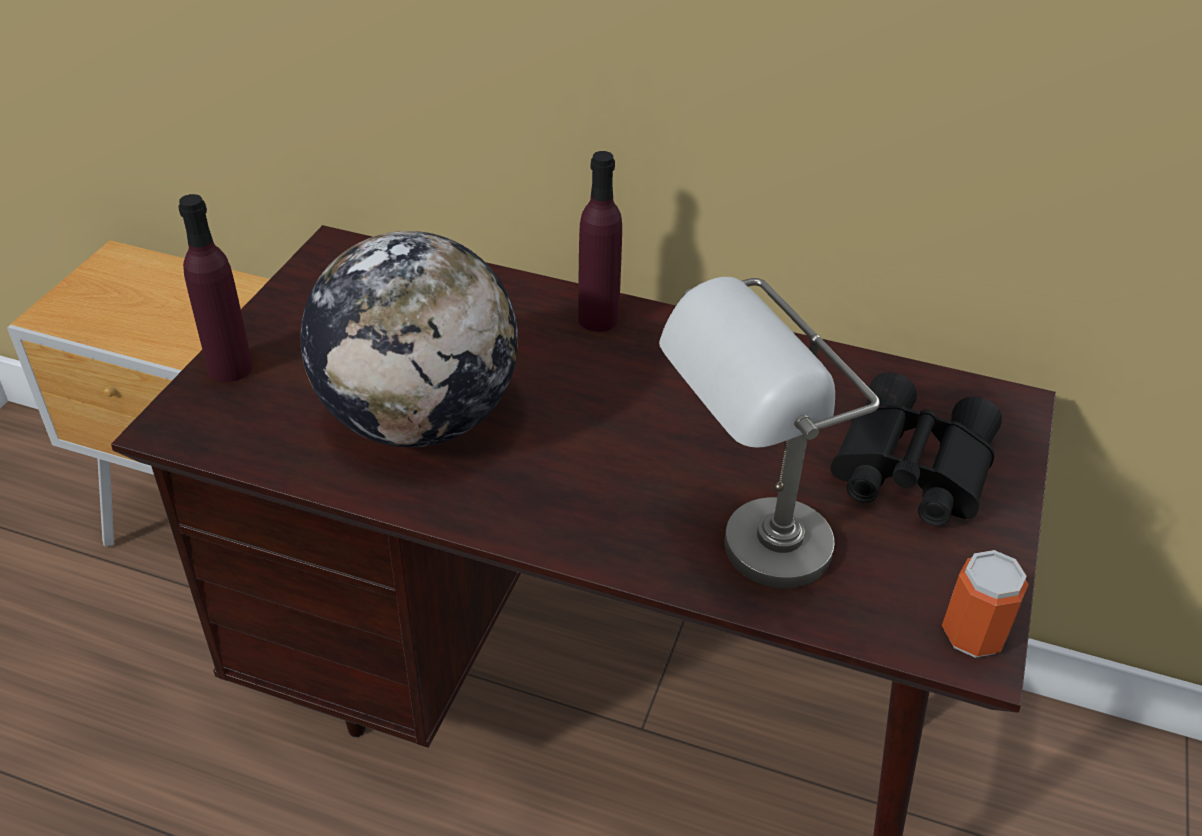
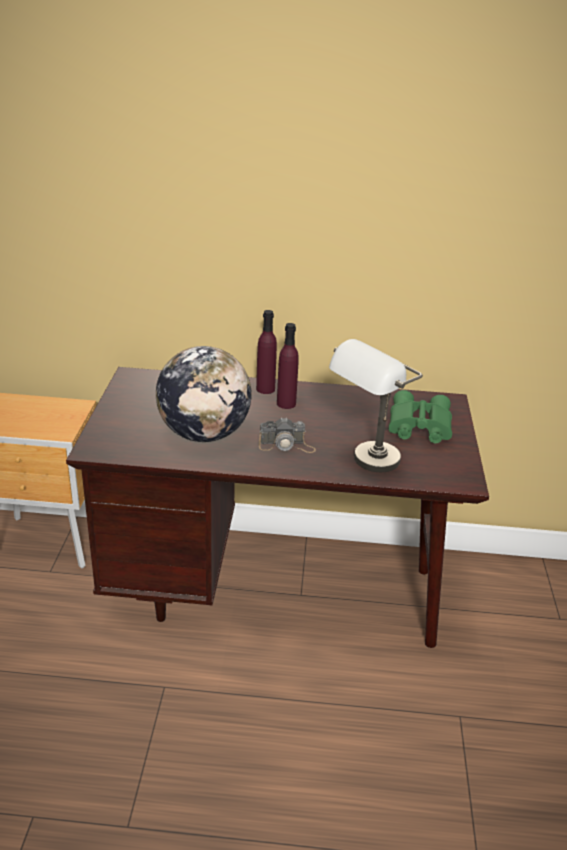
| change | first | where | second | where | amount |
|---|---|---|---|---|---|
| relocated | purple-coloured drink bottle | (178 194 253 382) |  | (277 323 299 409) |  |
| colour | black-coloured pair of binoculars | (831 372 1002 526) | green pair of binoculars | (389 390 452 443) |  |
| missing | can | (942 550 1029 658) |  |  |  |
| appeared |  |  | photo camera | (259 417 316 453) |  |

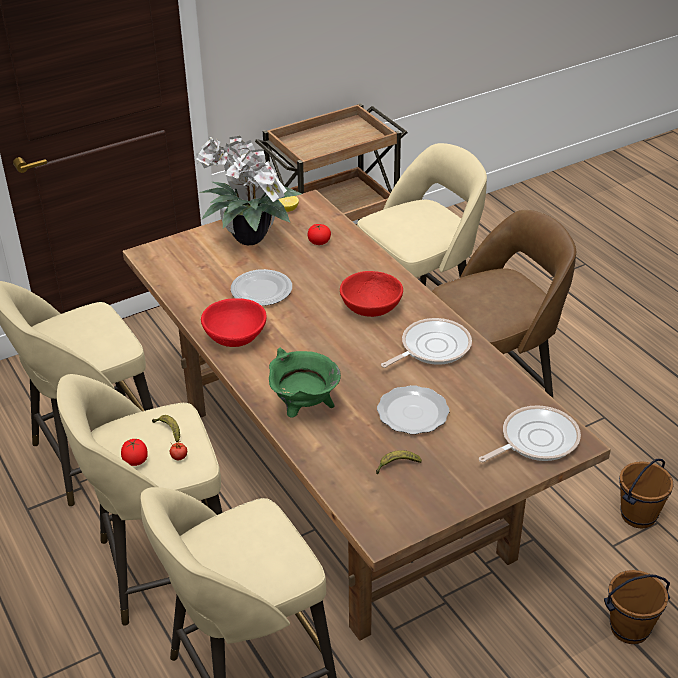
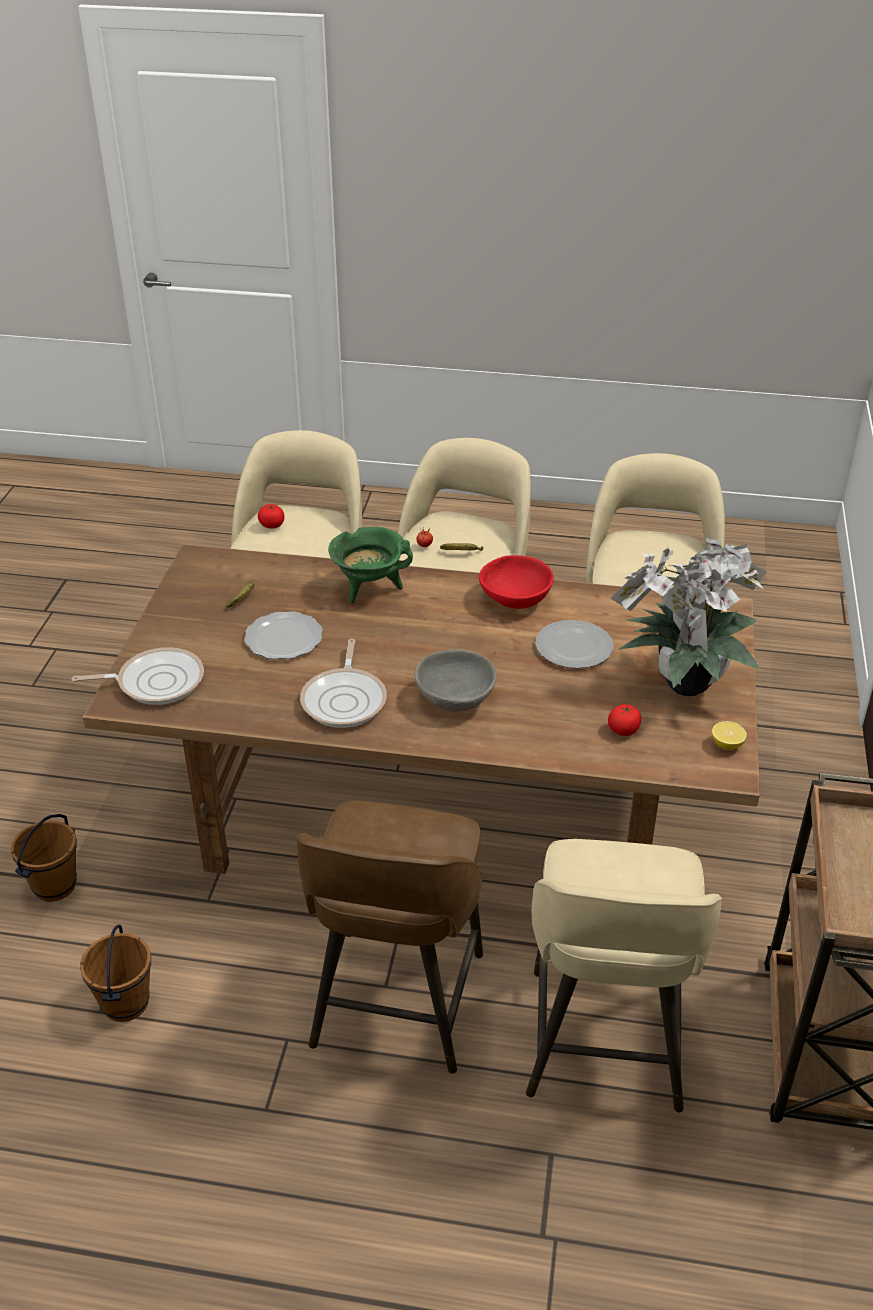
| change | first | where | second | where | amount |
|---|---|---|---|---|---|
| relocated | tomato | (121 439 148 466) |  | (258 504 284 529) |  |
| colour | red deep dish | (340 271 403 317) | grey deep dish | (415 649 497 712) |  |
| spun | frying pan | (479 405 581 462) |  | (72 647 204 705) | 105 degrees counterclockwise |

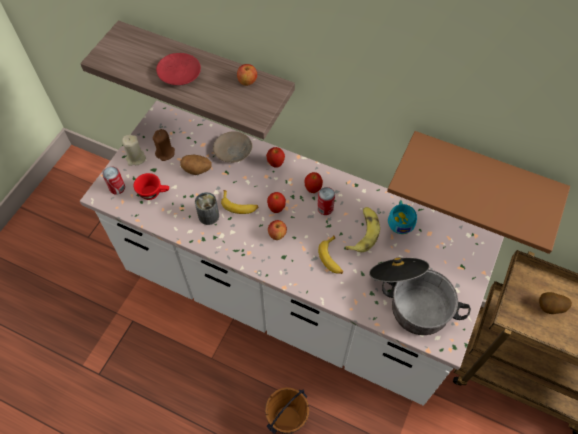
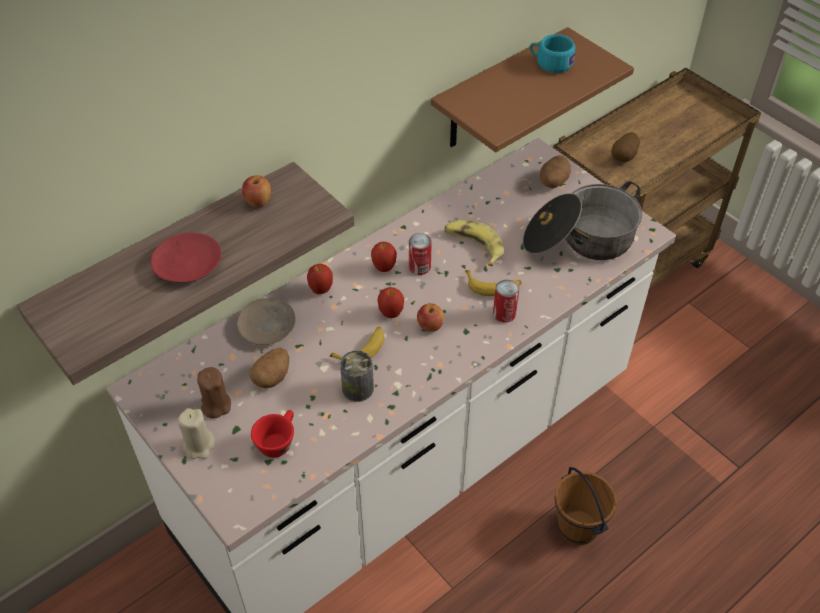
| change | first | where | second | where | amount |
|---|---|---|---|---|---|
| relocated | can | (103 166 125 195) |  | (493 280 519 323) |  |
| relocated | turquoise-coloured cup | (388 200 417 234) |  | (530 34 575 73) |  |
| appeared |  |  | whole potato | (540 155 571 188) |  |

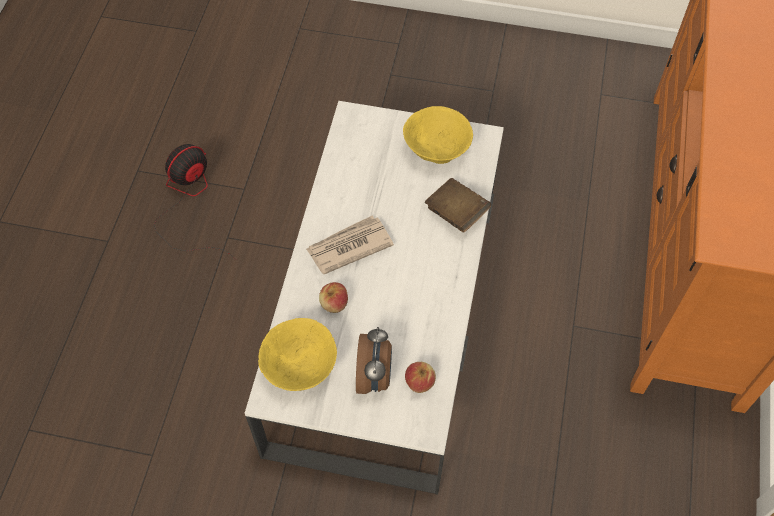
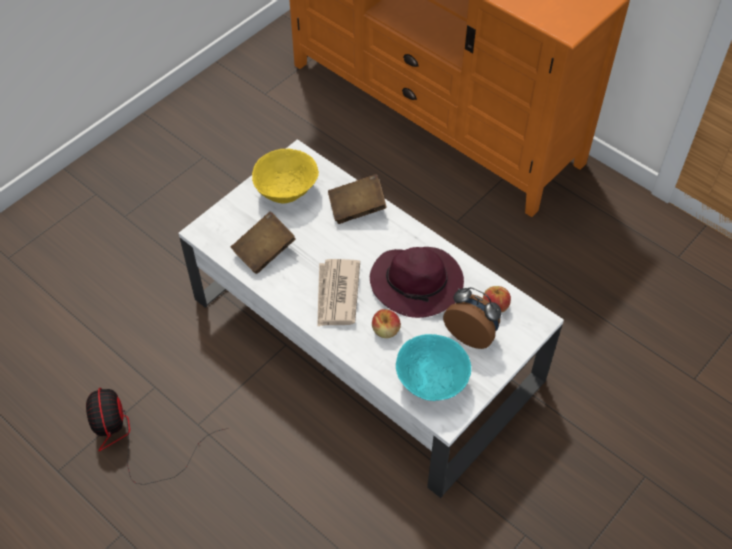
| change | first | where | second | where | amount |
|---|---|---|---|---|---|
| colour | yellow-coloured deep dish | (258 318 337 391) | turquoise-coloured deep dish | (396 334 471 401) |  |
| appeared |  |  | brownish book | (231 212 296 274) |  |
| appeared |  |  | purple-coloured clothing hat | (370 247 464 318) |  |

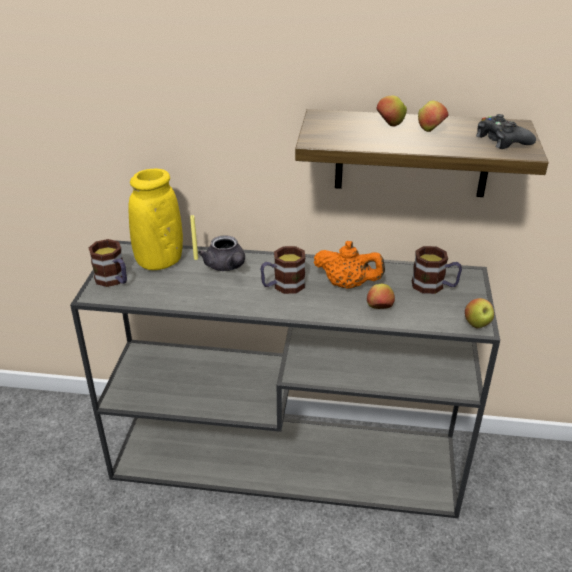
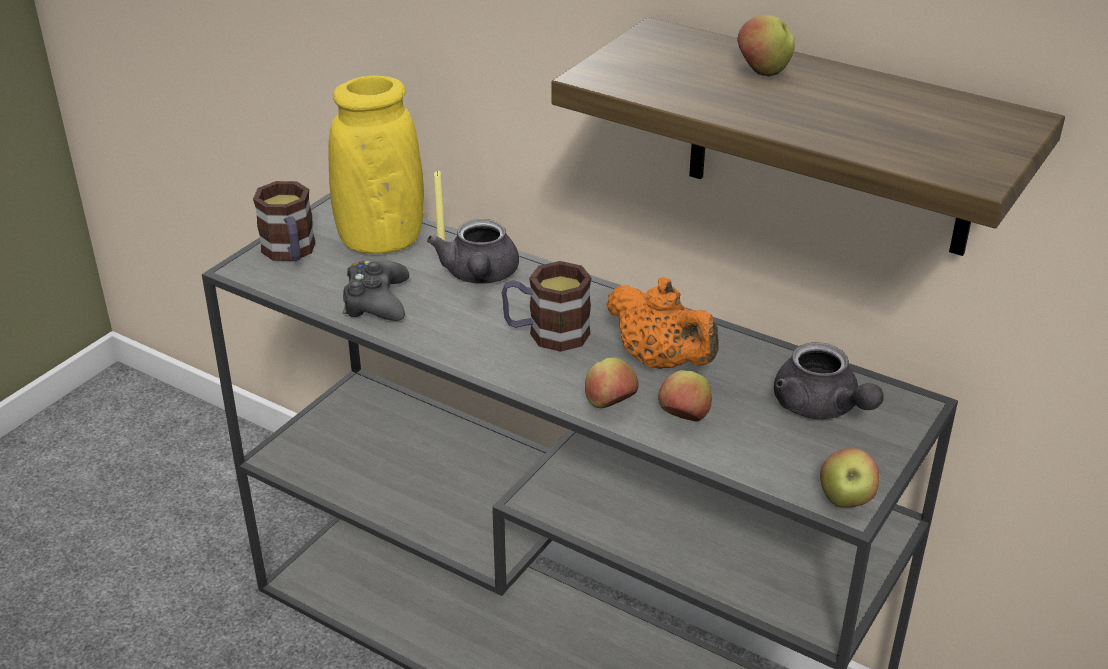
| change | first | where | second | where | amount |
|---|---|---|---|---|---|
| exchanged | mug | (412 246 462 294) | grey tea pot | (774 342 884 419) |  |
| relocated | whole apple | (418 101 449 132) |  | (585 357 639 408) |  |
| relocated | black-coloured joypad | (476 114 536 149) |  | (343 261 409 321) |  |

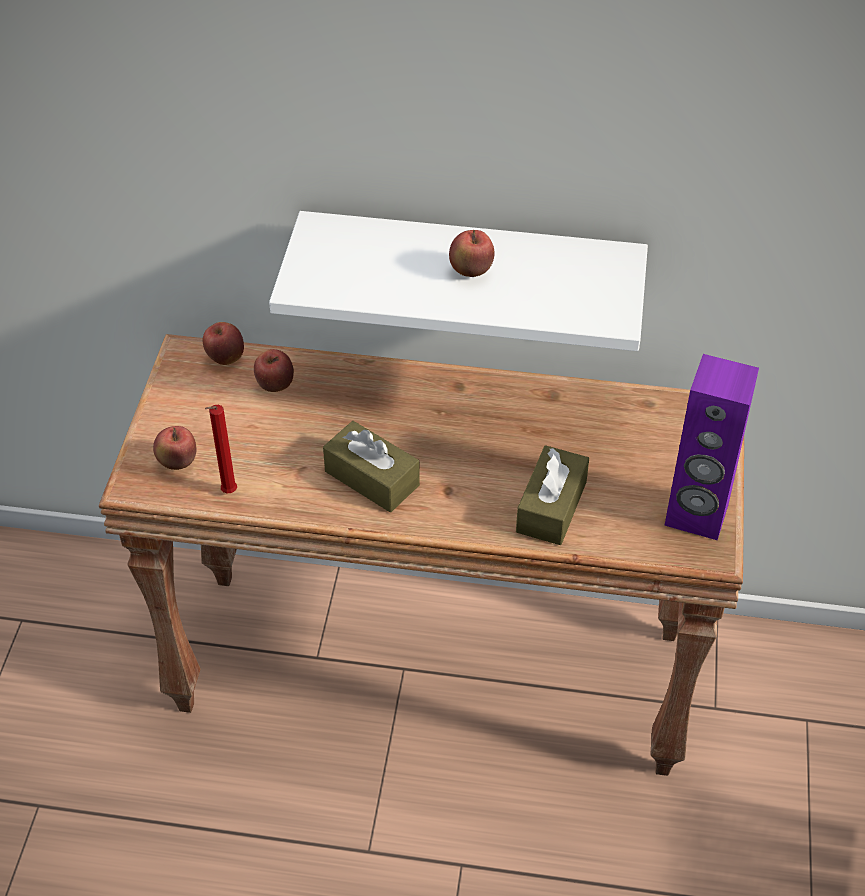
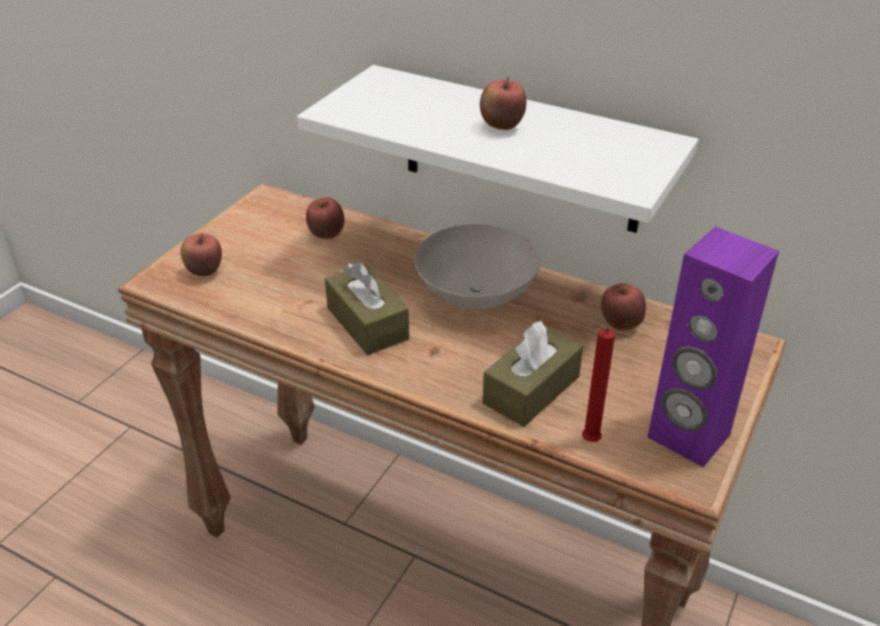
| change | first | where | second | where | amount |
|---|---|---|---|---|---|
| relocated | whole apple | (203 322 244 365) |  | (601 283 646 331) |  |
| relocated | red wax candle | (205 405 237 493) |  | (582 325 615 442) |  |
| appeared |  |  | white-coloured deep dish | (414 224 540 309) |  |

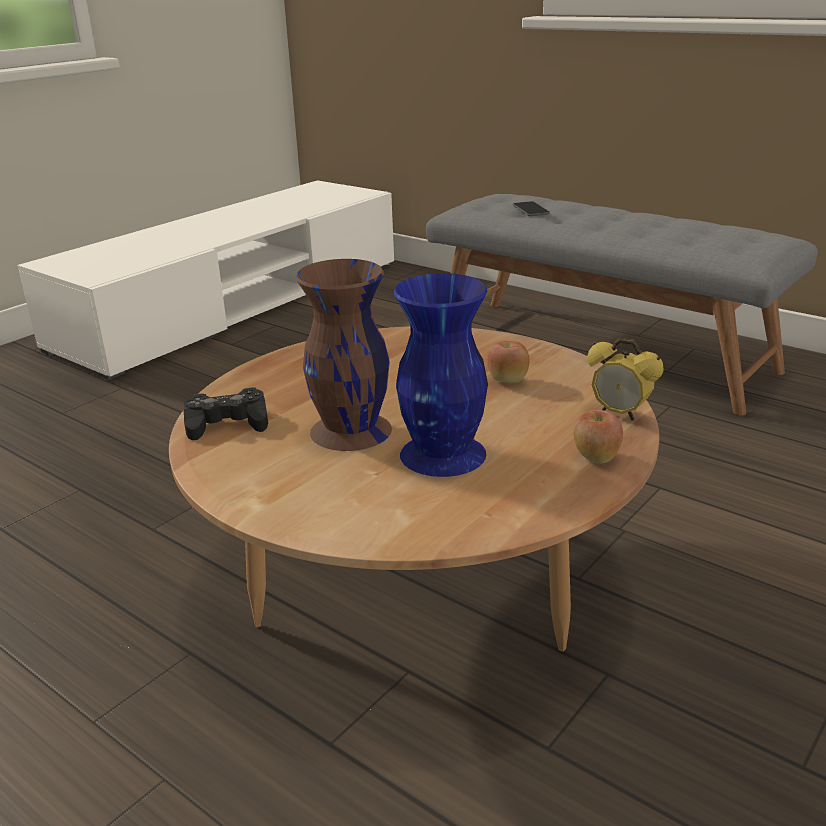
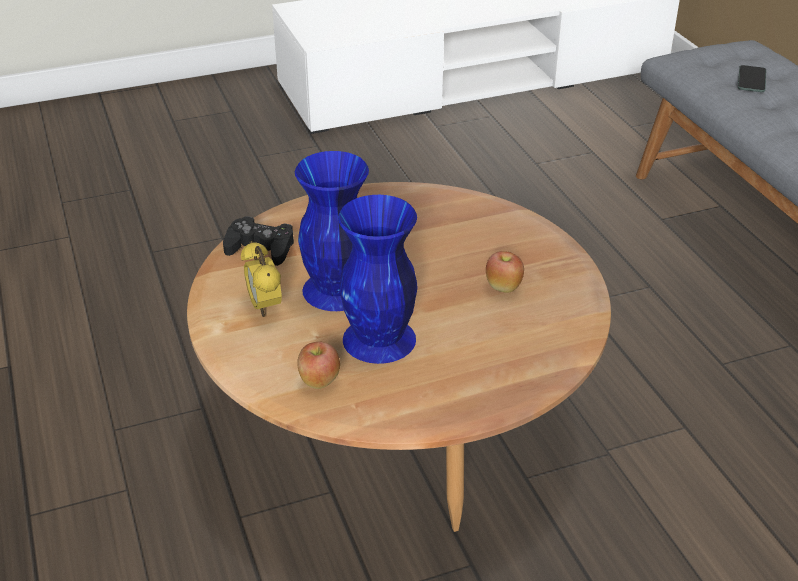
| change | first | where | second | where | amount |
|---|---|---|---|---|---|
| colour | brownish decorative vase | (296 259 392 451) | blue decorative vase | (295 151 369 311) |  |
| relocated | whole apple | (574 410 623 464) |  | (297 342 340 389) |  |
| relocated | table clock | (587 338 663 421) |  | (241 241 282 317) |  |

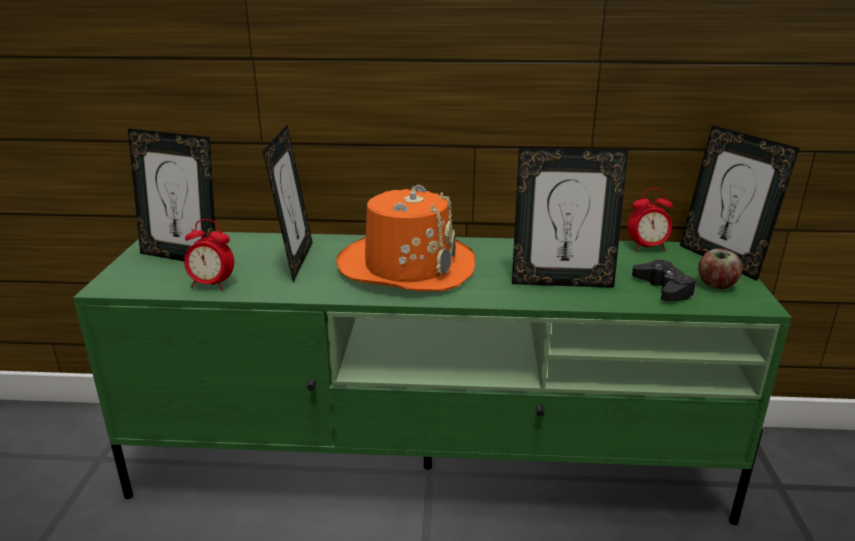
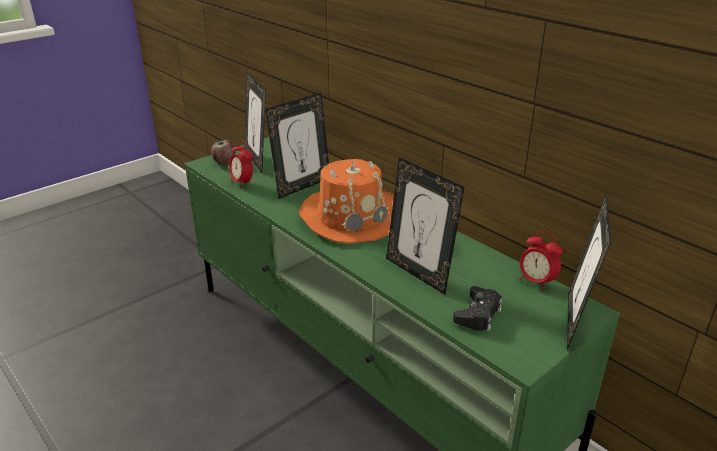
| change | first | where | second | where | amount |
|---|---|---|---|---|---|
| relocated | whole apple | (698 249 742 289) |  | (211 140 236 164) |  |

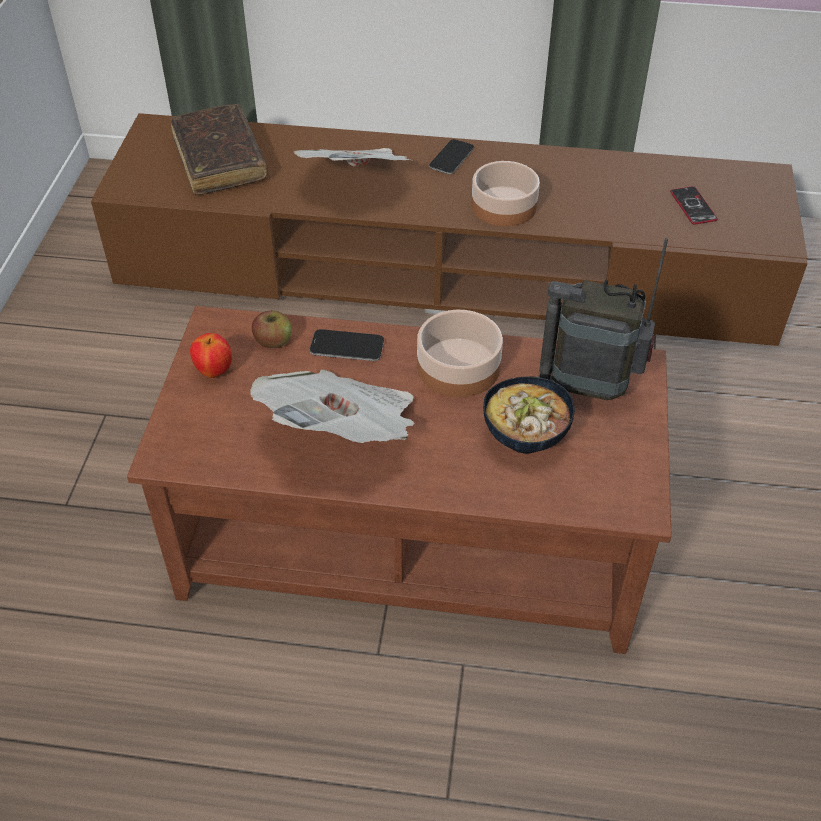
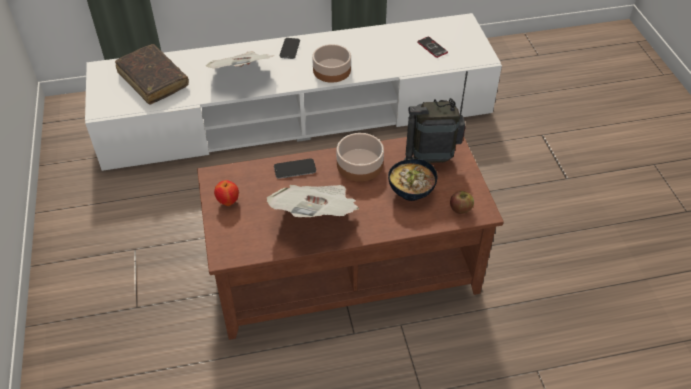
| change | first | where | second | where | amount |
|---|---|---|---|---|---|
| colour | brownish media console | (91 113 808 346) | white-coloured media console | (85 13 502 171) |  |
| relocated | whole apple | (252 311 292 348) |  | (450 191 474 214) |  |

